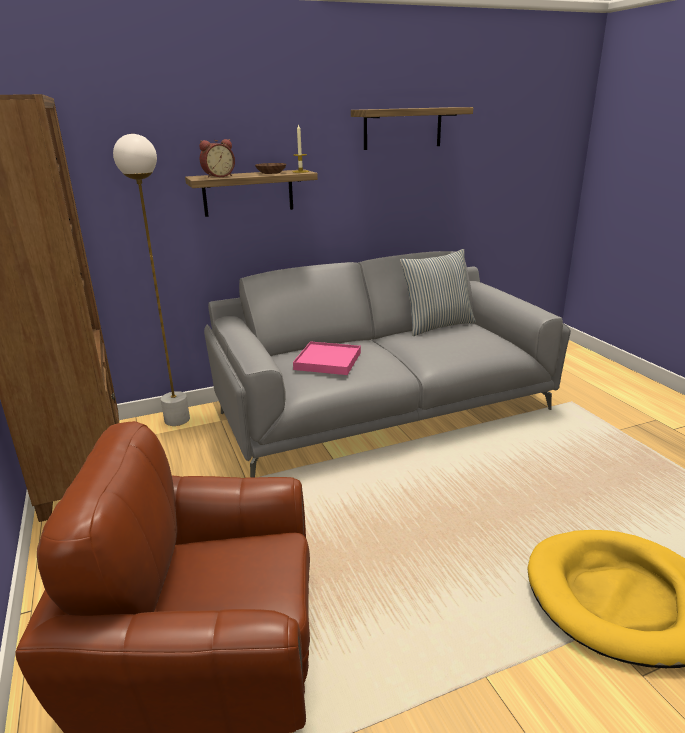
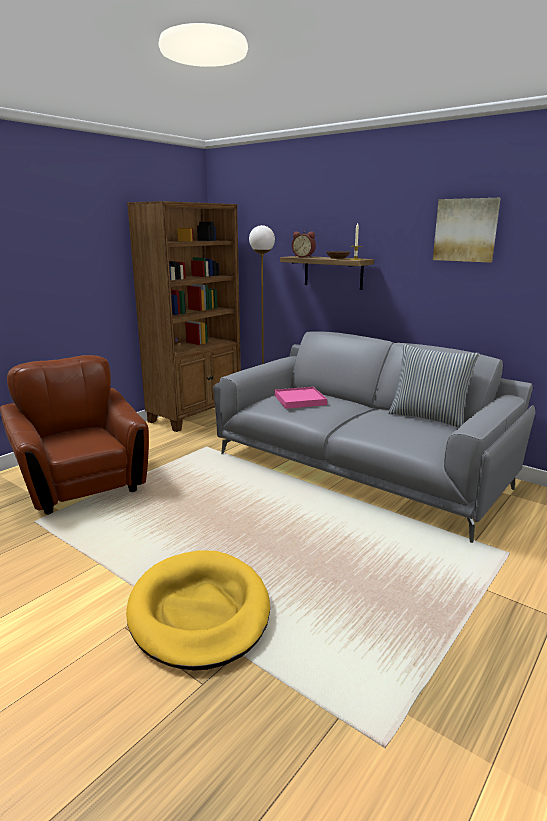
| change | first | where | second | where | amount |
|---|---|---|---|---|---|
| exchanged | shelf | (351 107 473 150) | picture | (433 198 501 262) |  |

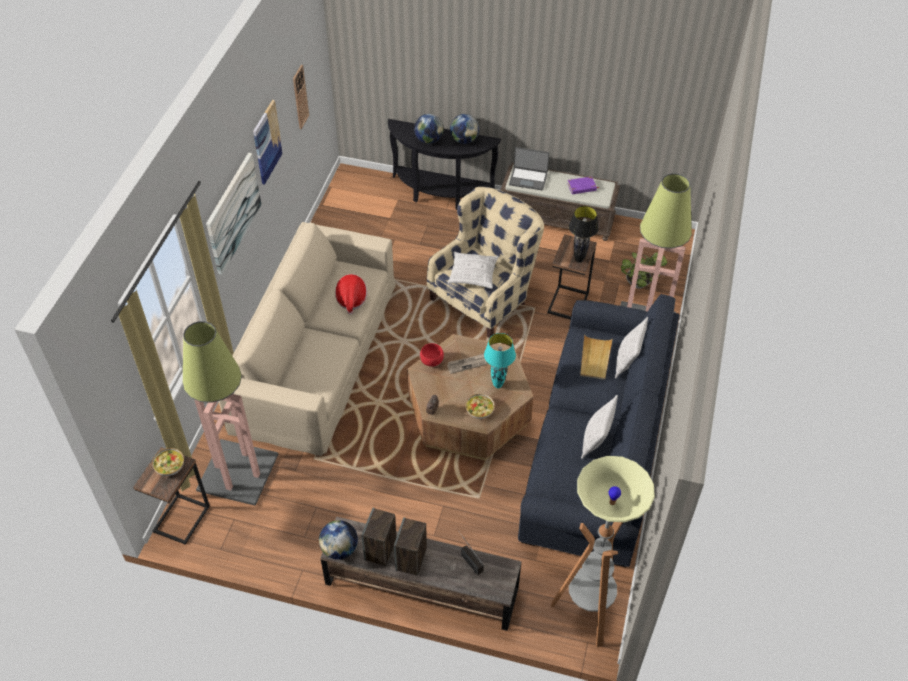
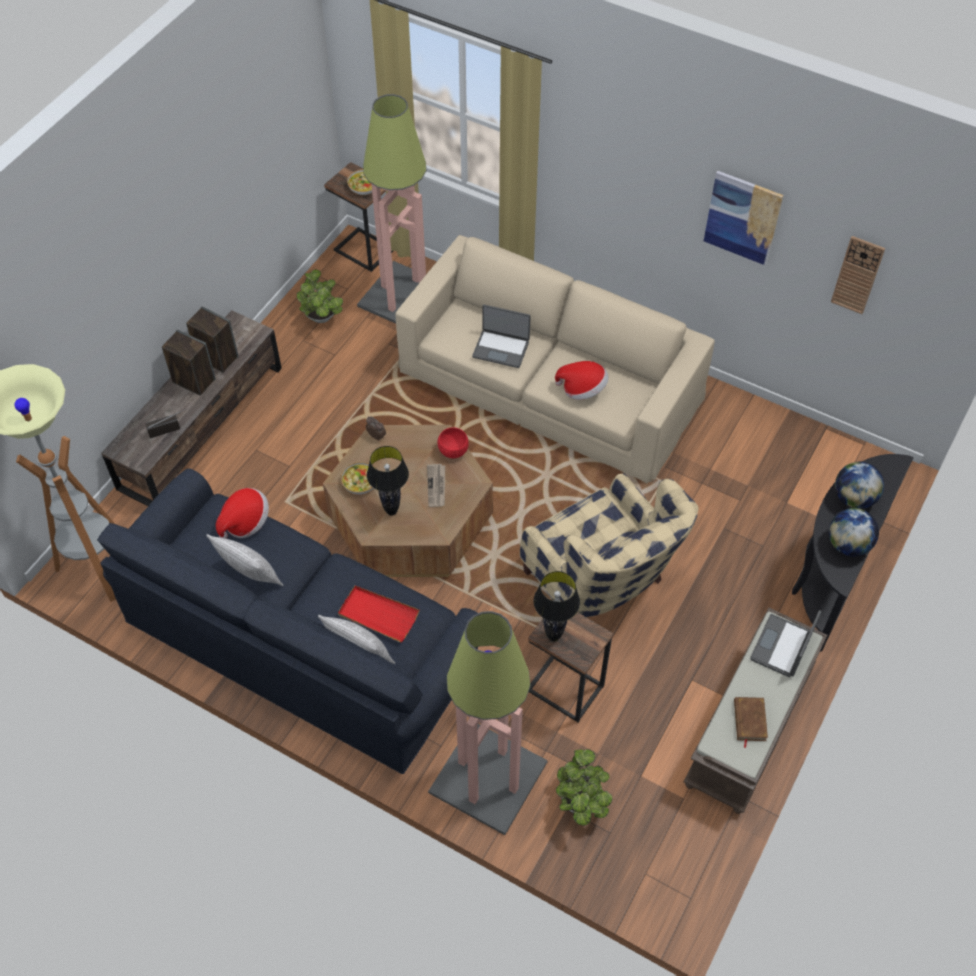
| change | first | where | second | where | amount |
|---|---|---|---|---|---|
| missing | picture | (206 153 262 275) |  |  |  |
| missing | world globe | (319 520 358 560) |  |  |  |
| missing | pillow | (448 251 499 289) |  |  |  |
| colour | turquoise-coloured lamp for a table | (484 333 516 388) | black-coloured lamp for a table | (367 446 409 516) |  |
| colour | purple-coloured book | (567 176 599 194) | brownish book | (734 697 768 748) |  |
| colour | beige-coloured serving tray | (580 334 613 380) | red serving tray | (338 586 419 643) |  |
| appeared |  |  | clothing hat | (216 488 269 539) |  |
| appeared |  |  | plant in a pot | (297 270 343 323) |  |
| appeared |  |  | notebook computer | (472 304 531 368) |  |

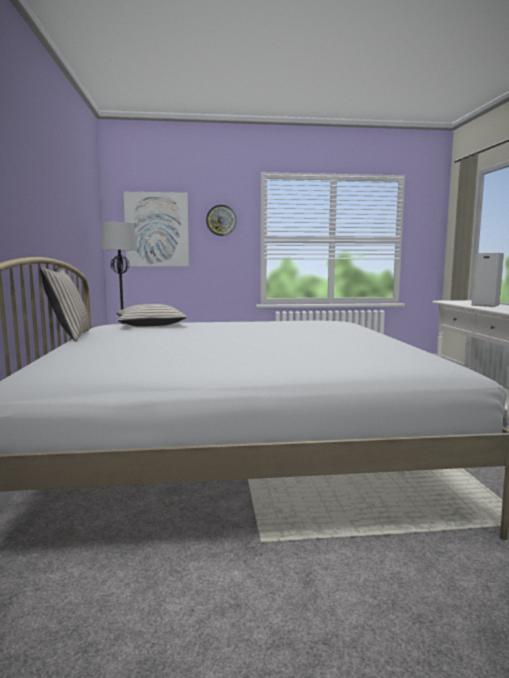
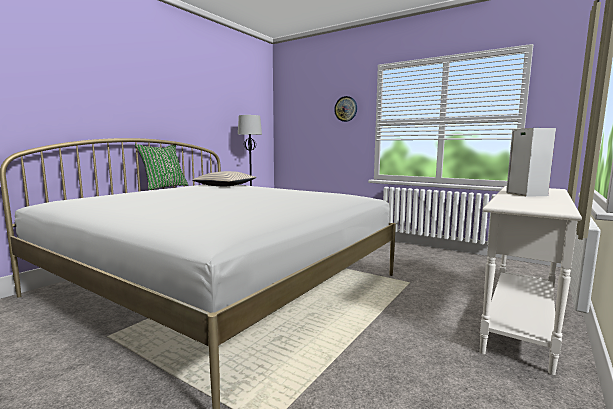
| change | first | where | second | where | amount |
|---|---|---|---|---|---|
| colour | beige-coloured pillow | (40 266 89 341) | green pillow | (135 144 189 190) |  |
| missing | picture | (124 192 189 266) |  |  |  |

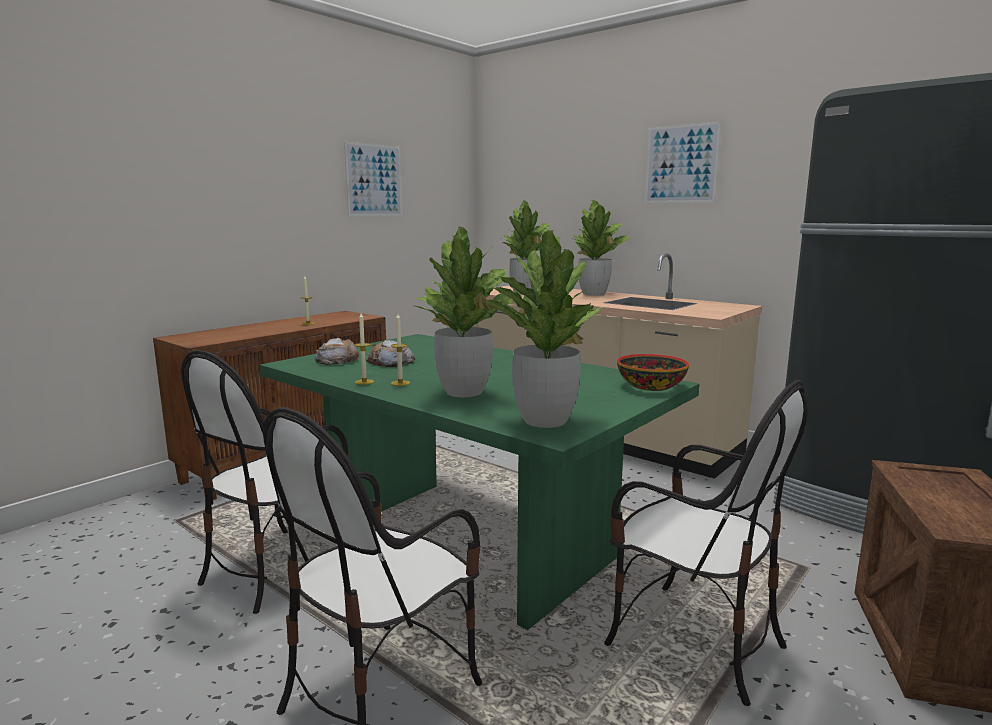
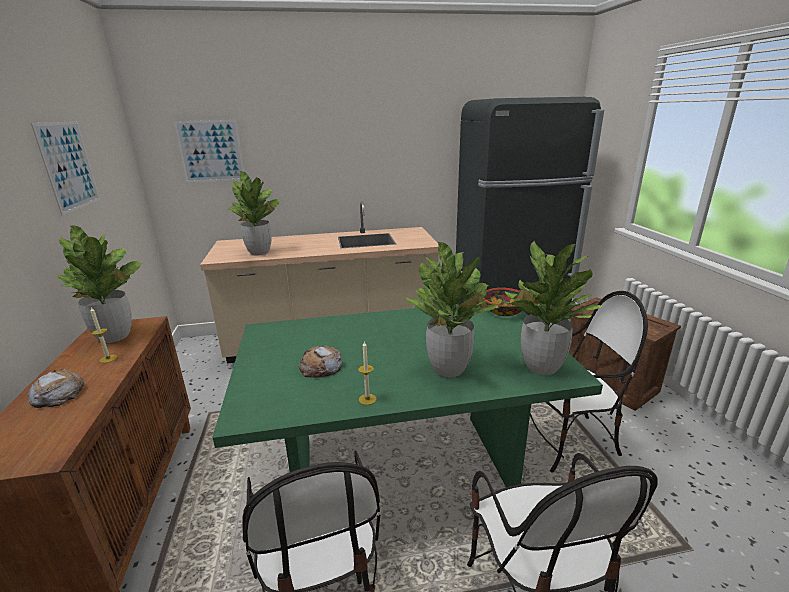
| change | first | where | second | where | amount |
|---|---|---|---|---|---|
| relocated | bakery bread | (315 338 360 365) |  | (28 368 86 408) |  |
| missing | wax candle | (391 314 410 386) |  |  |  |
| relocated | plant in a pot | (571 200 630 296) |  | (55 226 143 343) |  |
| relocated | picture | (645 121 721 203) |  | (174 120 244 182) |  |

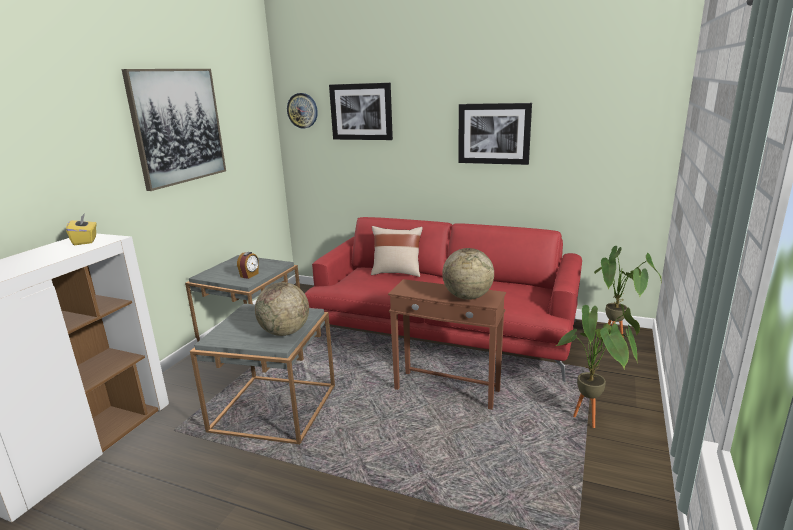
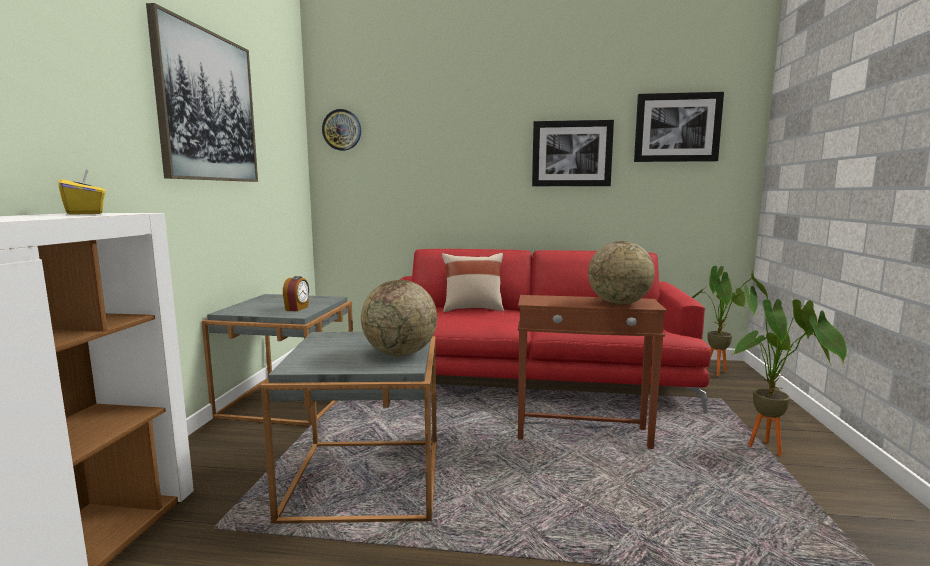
| change | first | where | second | where | amount |
|---|---|---|---|---|---|
| relocated | picture | (329 83 393 140) |  | (634 92 724 162) |  |

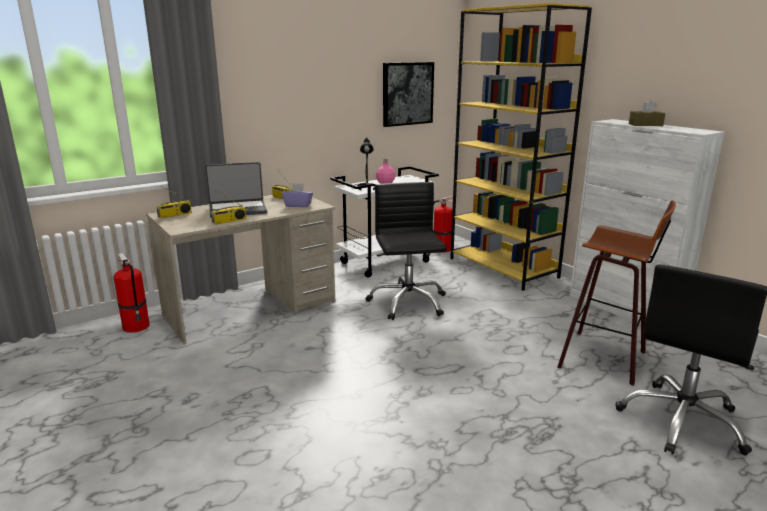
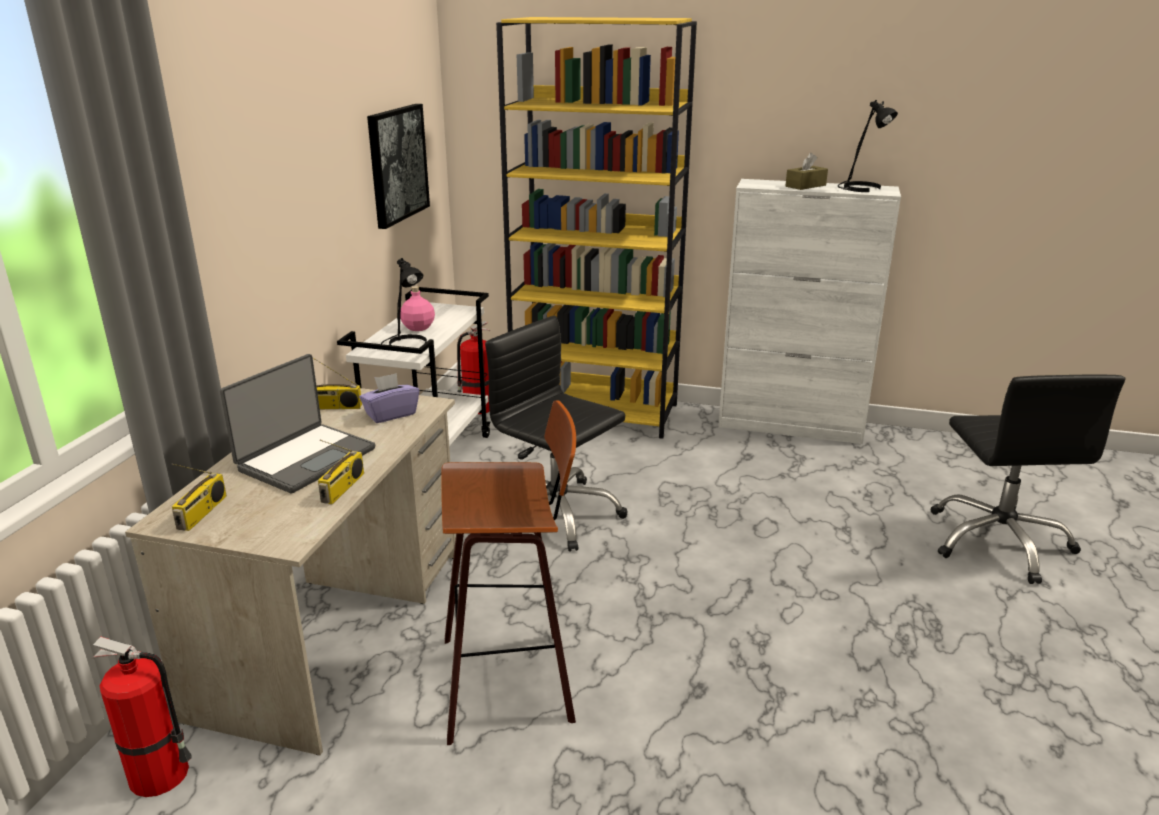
| change | first | where | second | where | amount |
|---|---|---|---|---|---|
| relocated | stool | (557 200 676 386) |  | (441 400 576 745) |  |
| appeared |  |  | black-coloured lamp for a table | (838 100 898 192) |  |

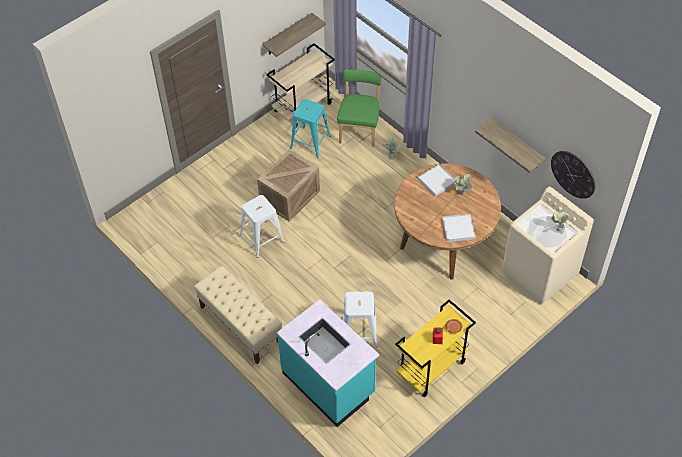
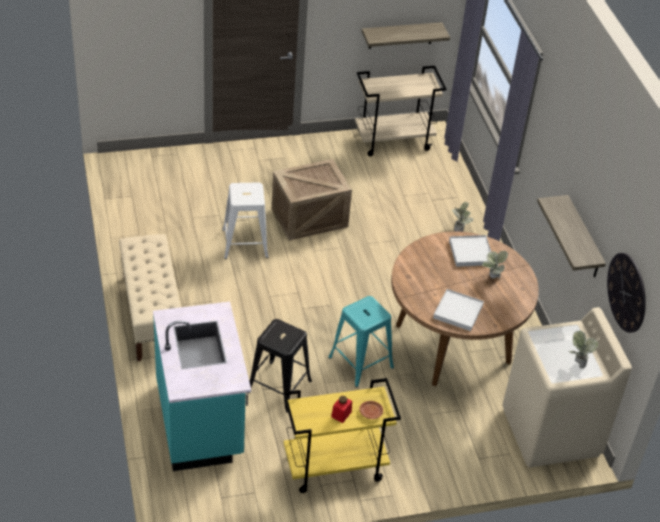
| change | first | where | second | where | amount |
|---|---|---|---|---|---|
| relocated | turquoise-coloured stool | (290 99 331 158) |  | (328 296 394 387) |  |
| missing | green upright chair | (337 69 382 147) |  |  |  |
| colour | white-coloured stool | (341 291 378 348) | black-coloured stool | (248 319 312 412) |  |

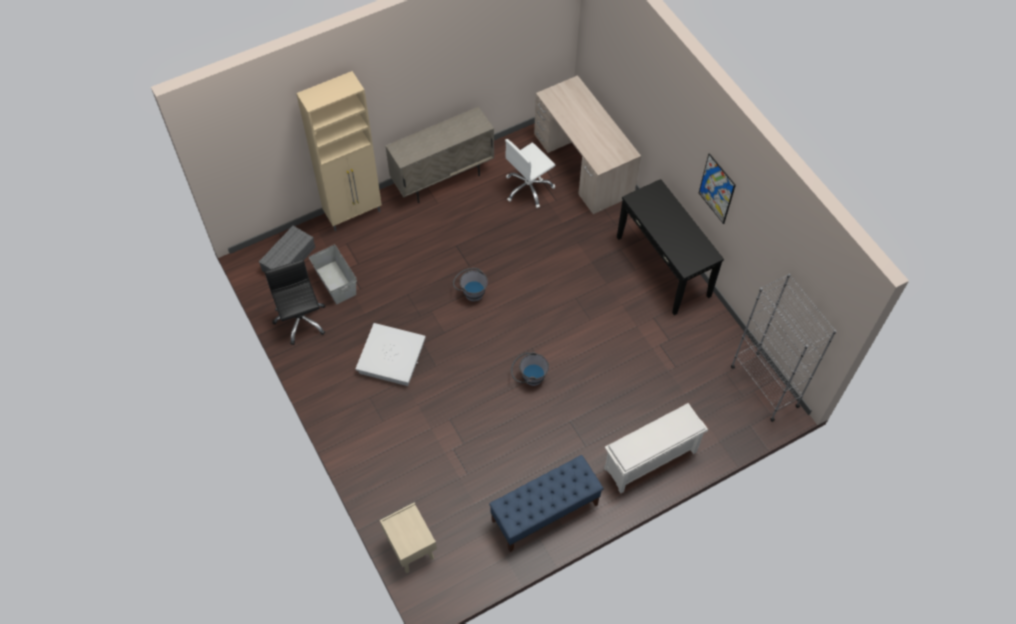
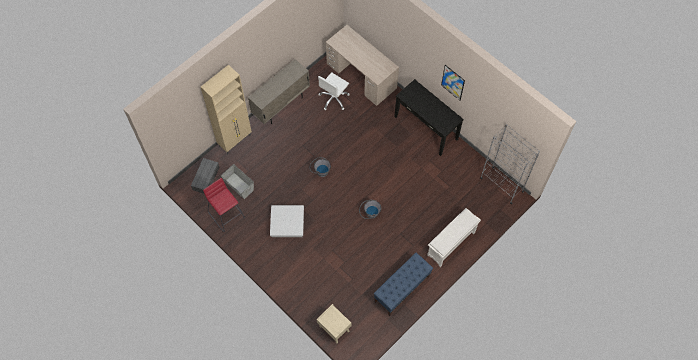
| change | first | where | second | where | amount |
|---|---|---|---|---|---|
| exchanged | black-coloured computer chair | (265 259 325 345) | red stool | (203 178 245 232) |  |

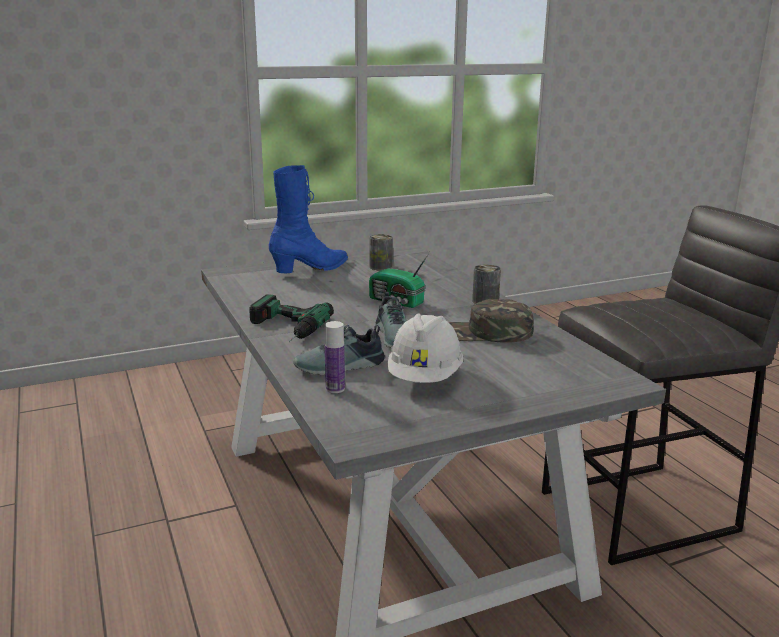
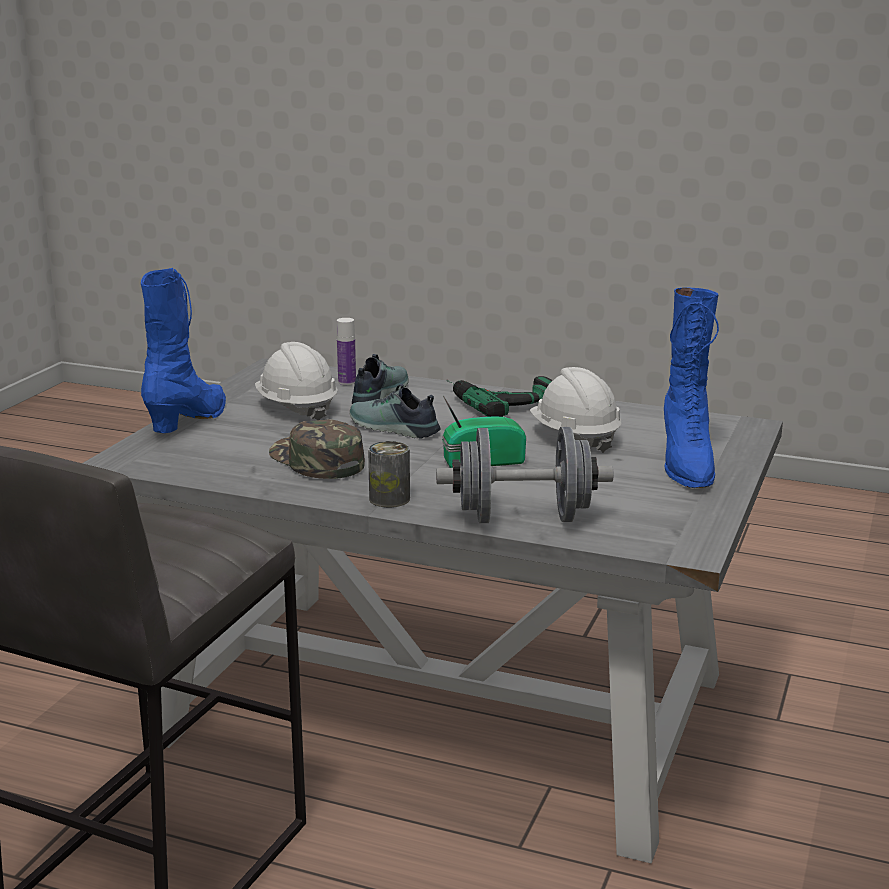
| change | first | where | second | where | amount |
|---|---|---|---|---|---|
| missing | can | (369 234 393 271) |  |  |  |
| spun | green cap | (448 299 534 343) |  | (269 419 365 479) | 90 degrees counterclockwise |
| appeared |  |  | blue high-top boot | (141 268 226 433) |  |
| appeared |  |  | grey hand weight | (436 427 614 523) |  |
| appeared |  |  | white-coloured safety helmet | (530 367 622 453) |  |

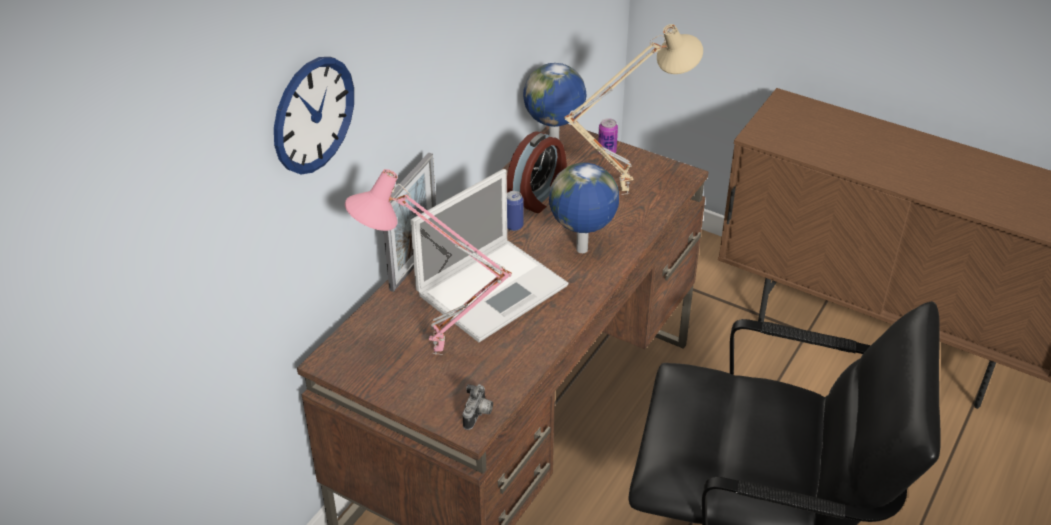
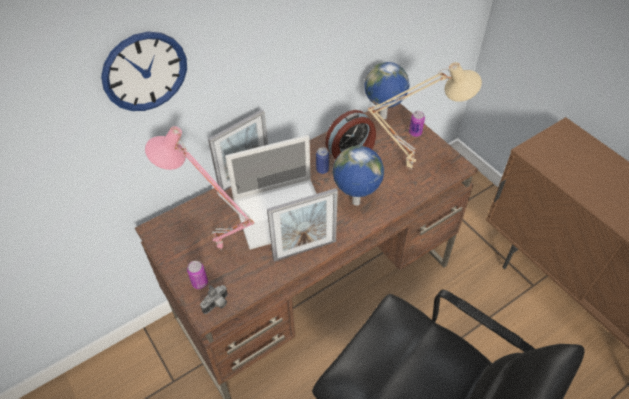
| change | first | where | second | where | amount |
|---|---|---|---|---|---|
| appeared |  |  | can | (187 261 208 289) |  |
| appeared |  |  | photo frame | (267 188 338 262) |  |

